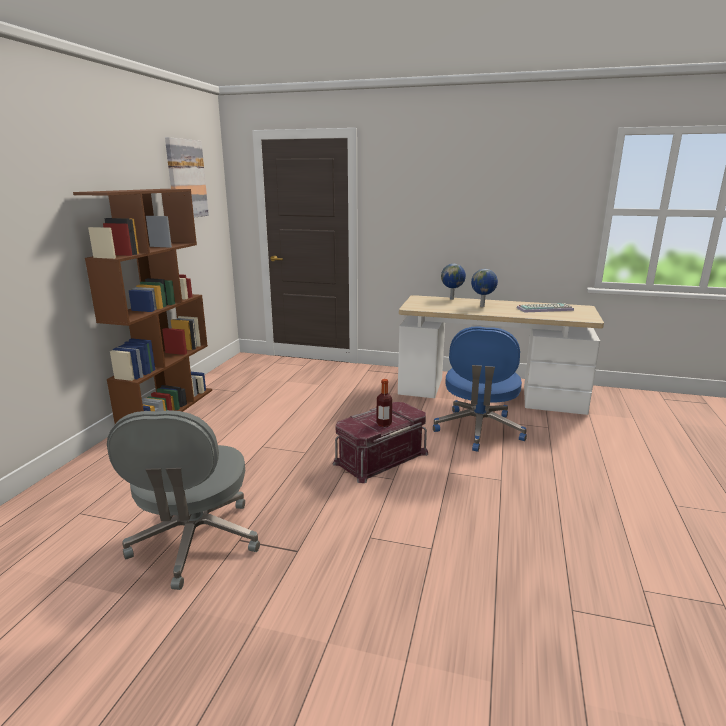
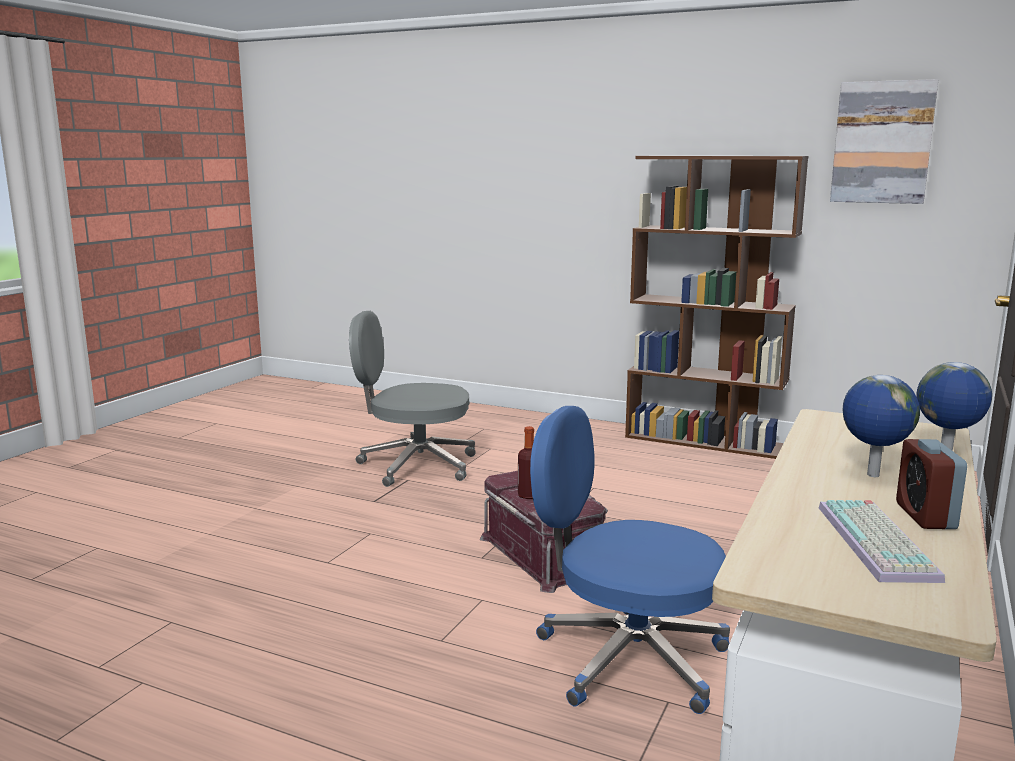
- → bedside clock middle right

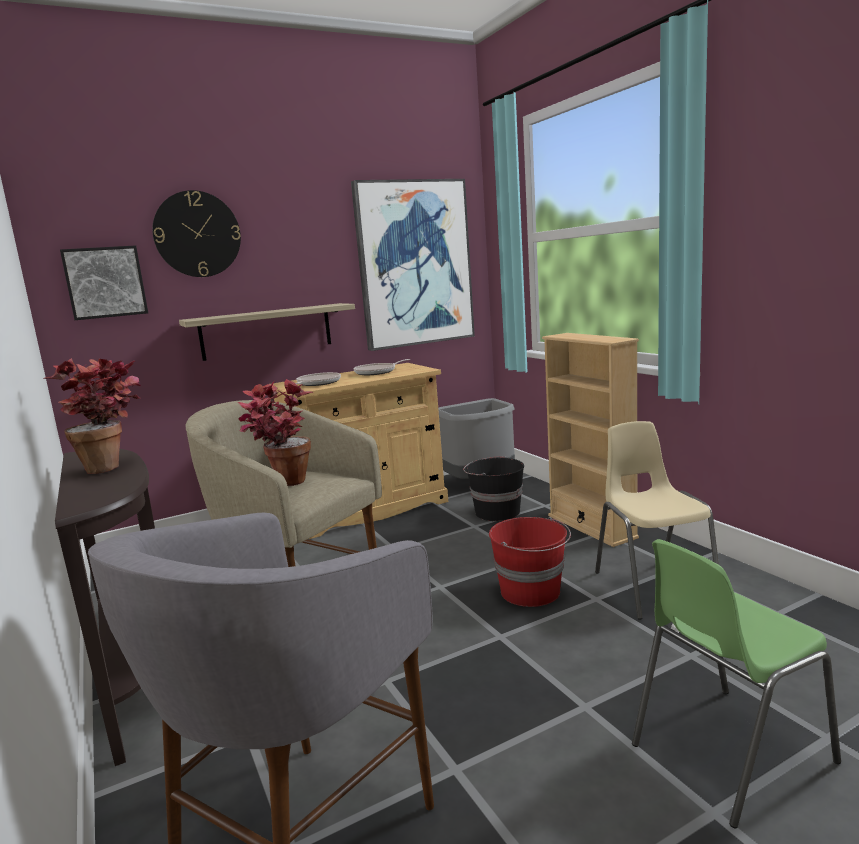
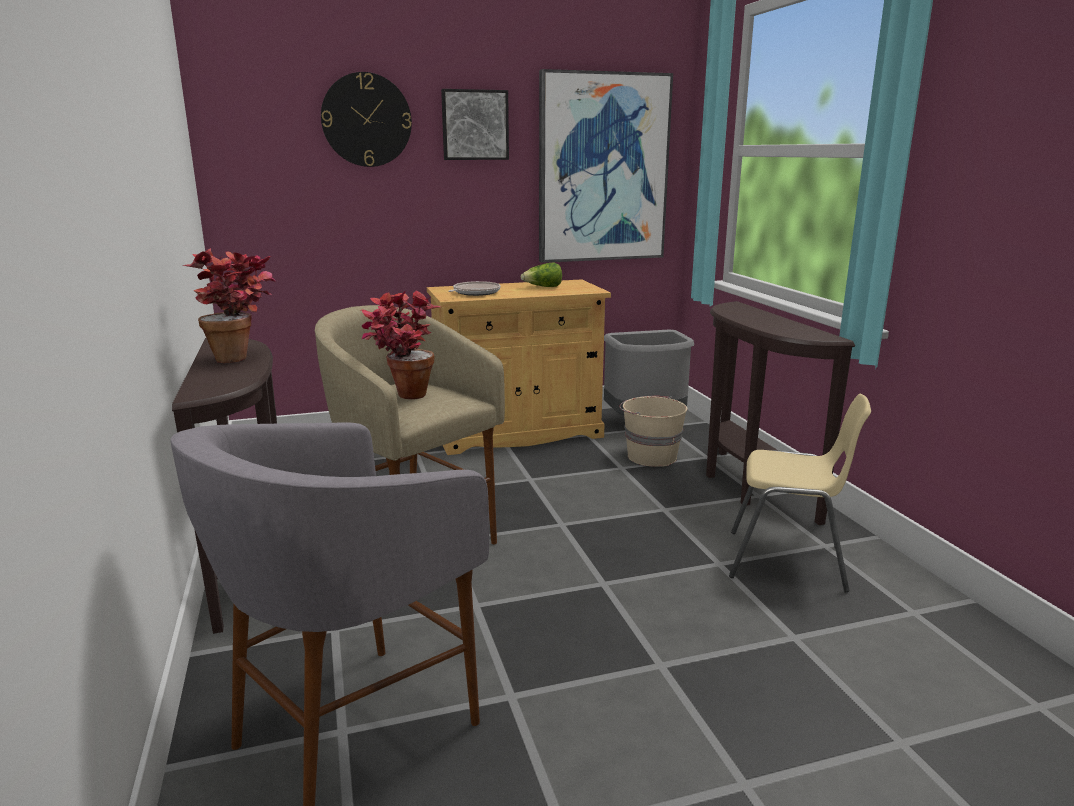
picture (no. 1 from left) middle left → picture (no. 1 from left) top centre, relocated
wall shelf middle left → -
frying pan (no. 2 from left) centre → head of lettuce centre
bucket in black centre → bucket in sand-coloured centre
bucket in red-coloured centre → -
shelving unit in sand-coloured middle right → console table in brownish (no. 2 from left) middle right
plain chair in sand-coloured middle right, 105 degrees clockwise
plain chair in greenish bottom right → -

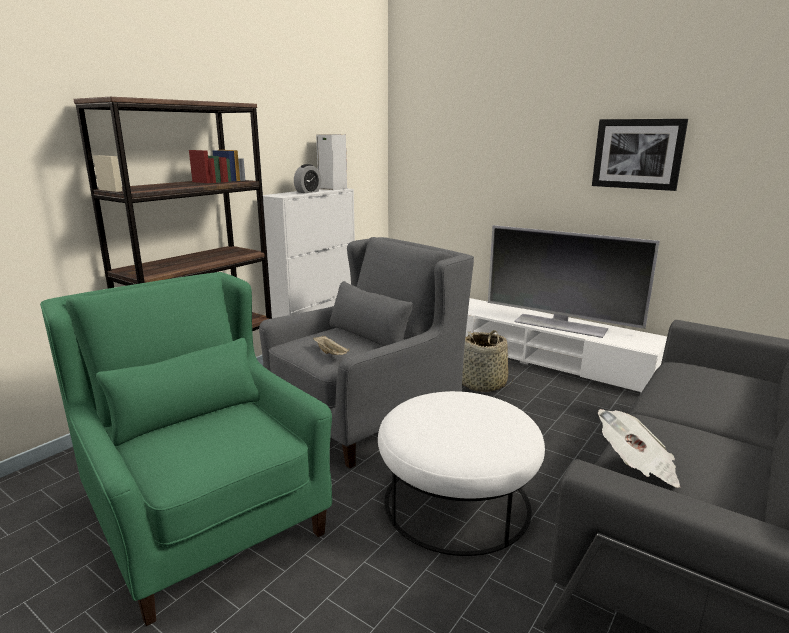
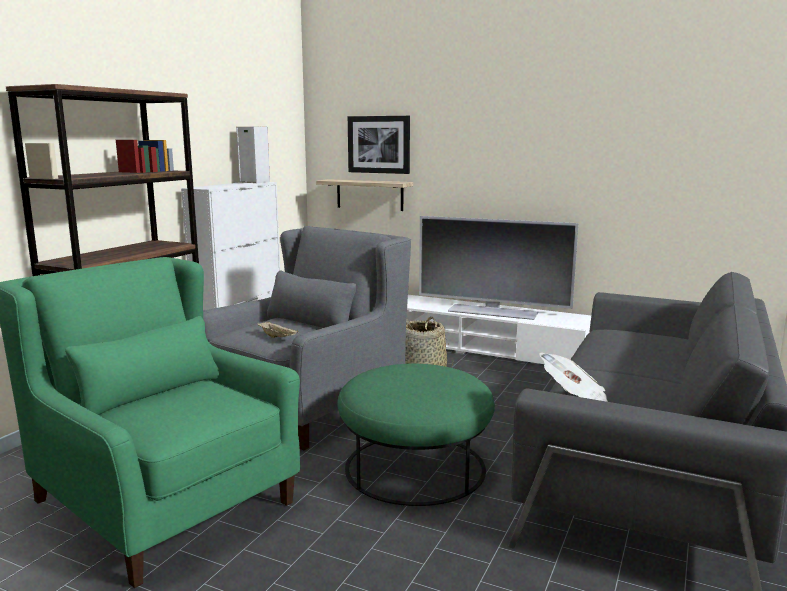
bedside clock top centre → -
ottoman in white-coloured bottom centre → ottoman in greenish bottom centre
picture top right → picture top centre, relocated
- → wall shelf top centre

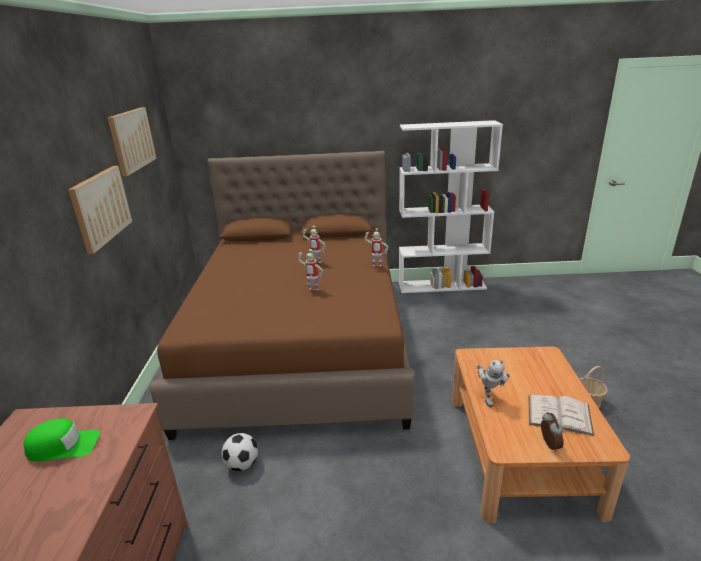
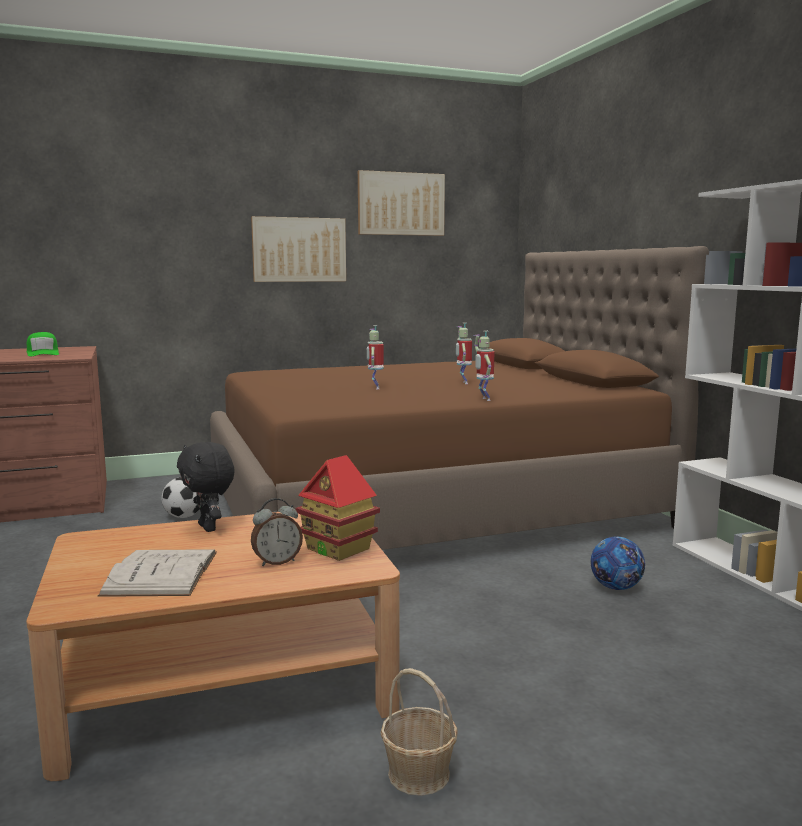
robot figure (no. 4 from left) bottom right → cuddly toy in black middle left
bedside clock bottom right → bedside clock centre, relocated
- → toy house centre
- → football ball (no. 2 from left) bottom right

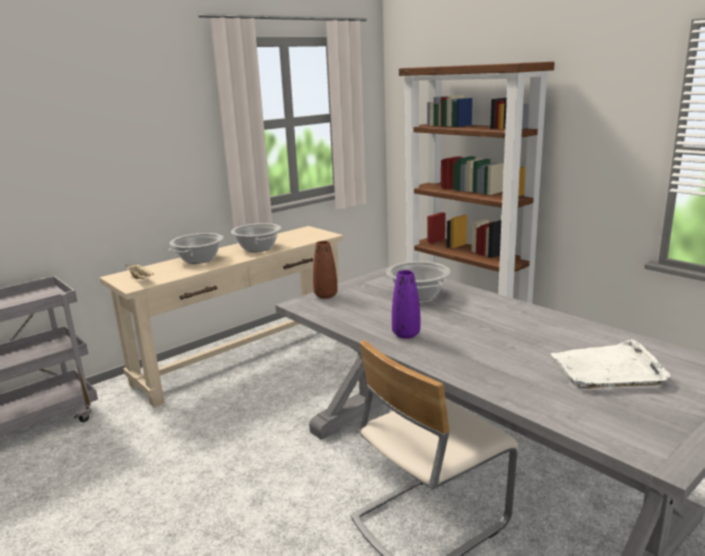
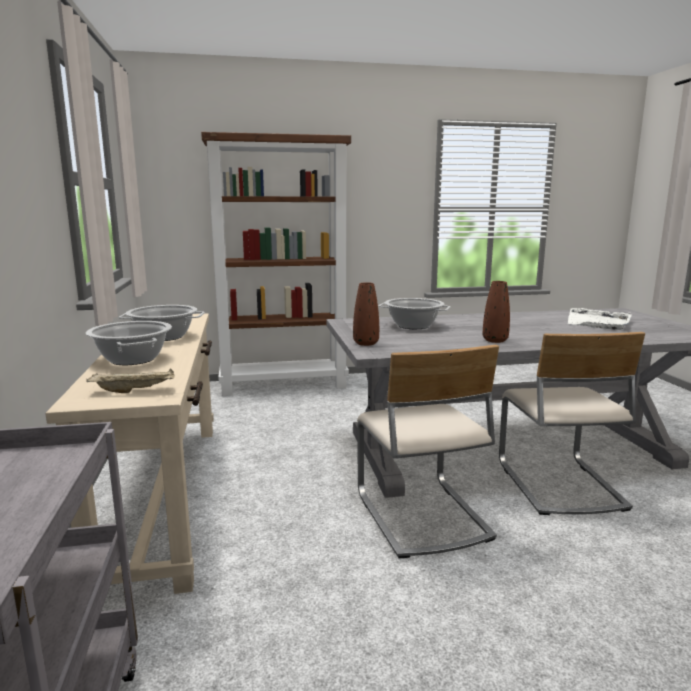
vase in purple centre → vase in brownish (no. 2 from left) middle right
- → plain chair in sand-coloured (no. 1 from left) centre

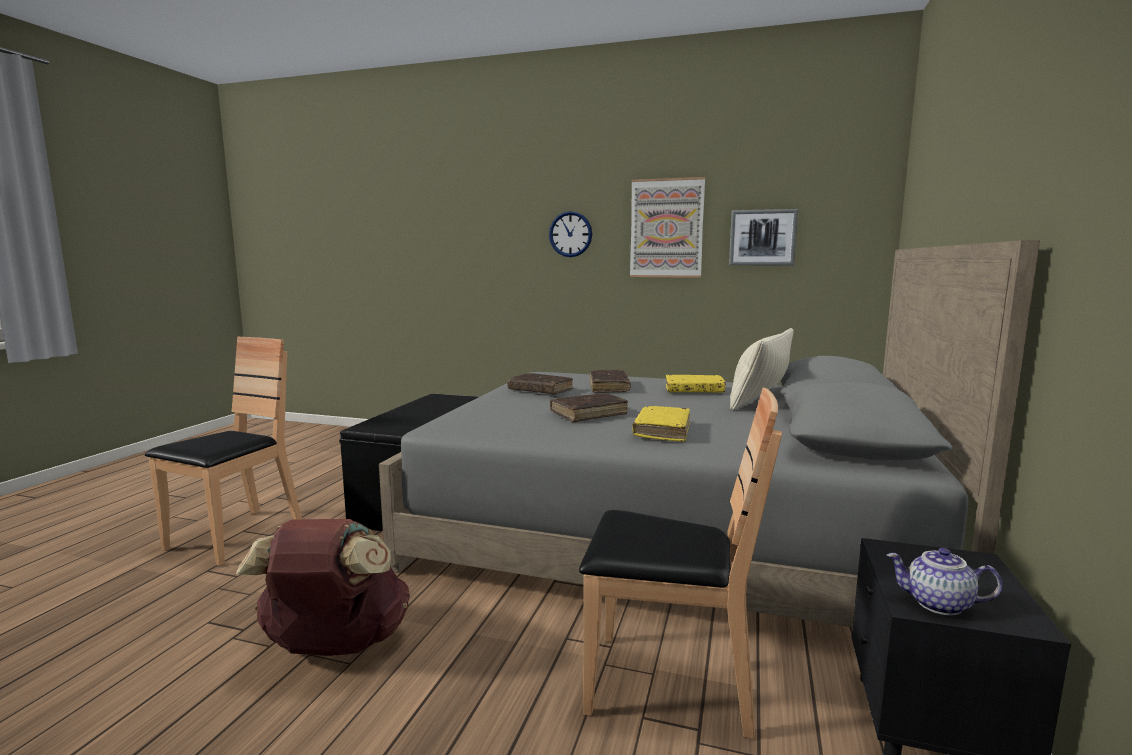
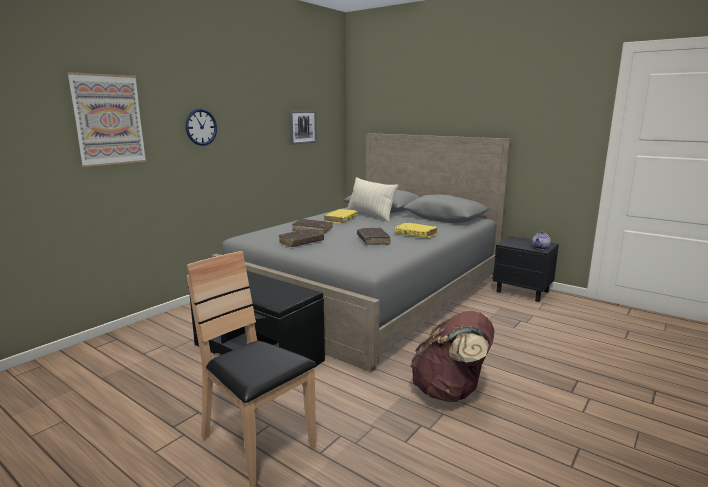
plain chair in brownish (no. 2 from left) bottom centre → -
picture (no. 1 from left) top centre → picture (no. 1 from left) top left, relocated

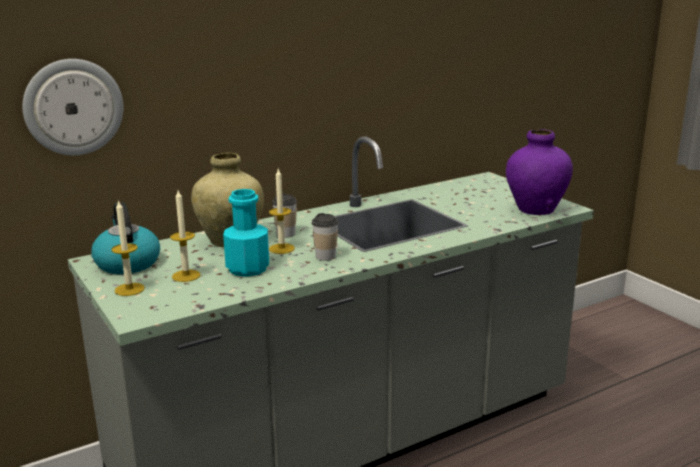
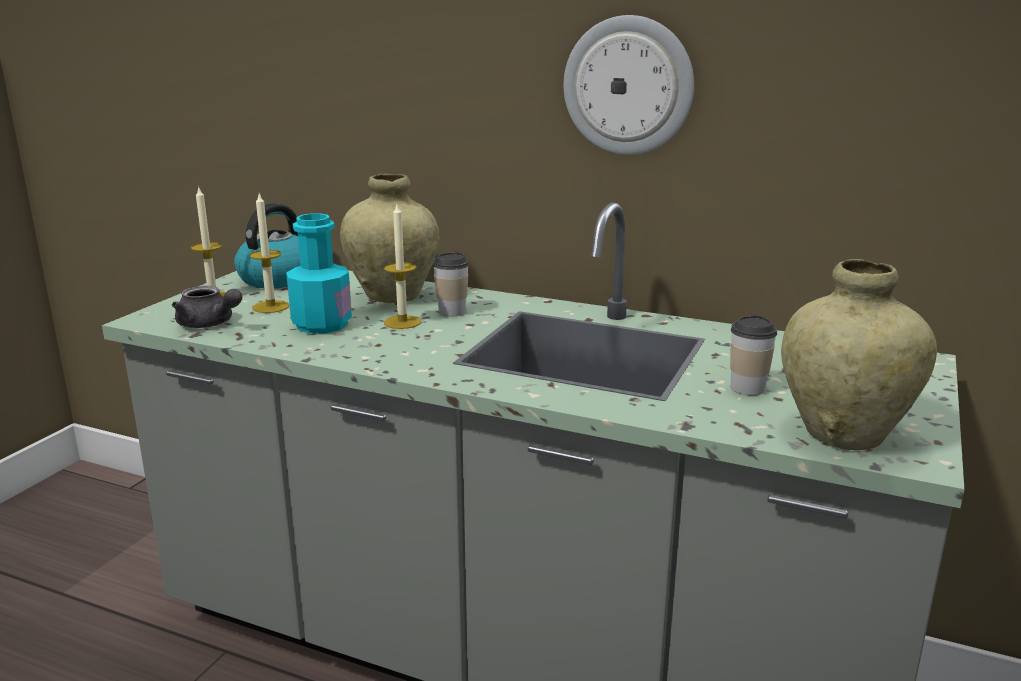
hanging clock top left → hanging clock top centre, relocated
cup (no. 2 from left) centre → cup (no. 2 from left) middle right, relocated
vase in purple middle right → vase in sand-coloured (no. 2 from left) middle right
- → teapot in grey middle left

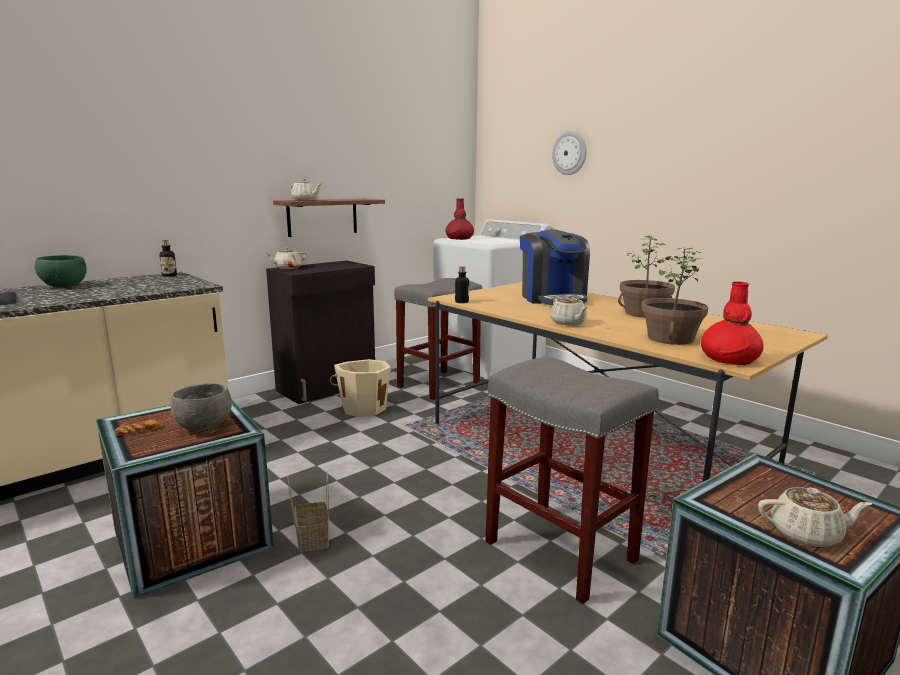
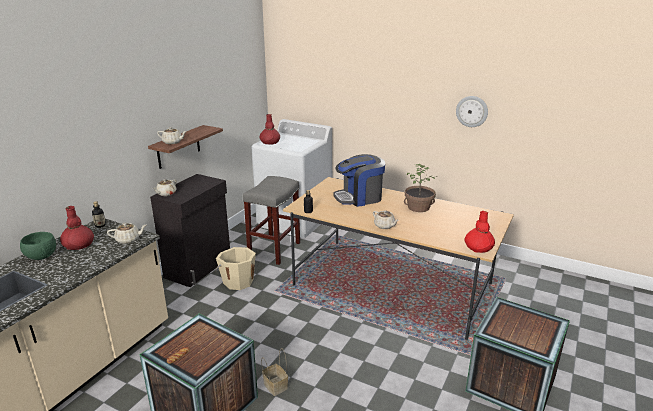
bowl in grey middle left → -
stool in grey (no. 2 from left) bottom centre → -
coffee brewer centre, 105 degrees clockwise
hanging clock top centre → hanging clock top right, relocated
plant in a pot (no. 2 from left) middle right → -
teapot in sand-coloured (no. 4 from left in the first image) bottom right → teapot in sand-coloured (no. 1 from left) middle left, relocated
- → vase in red-coloured (no. 1 from left) middle left

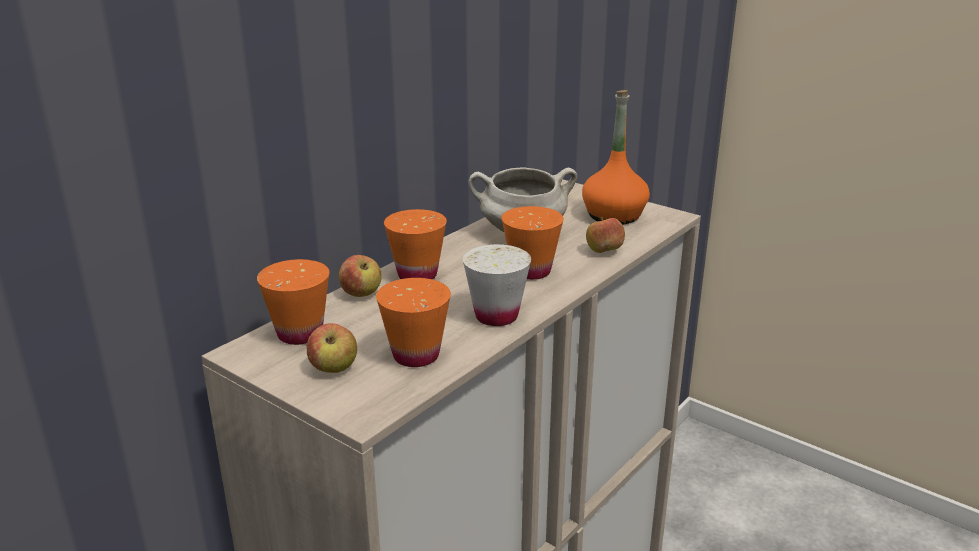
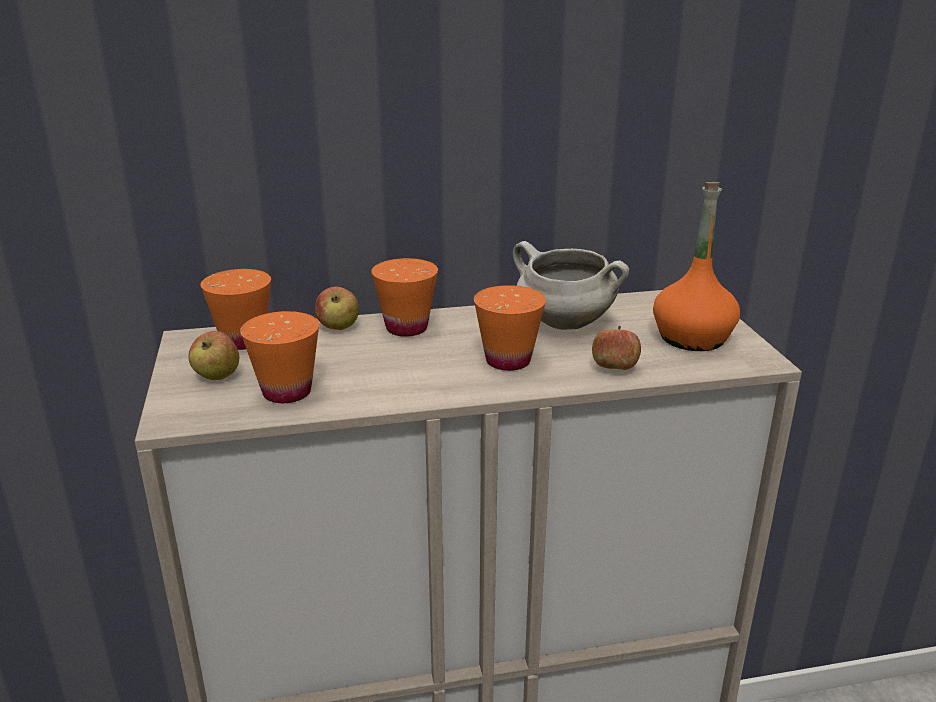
cup in white-coloured centre → -

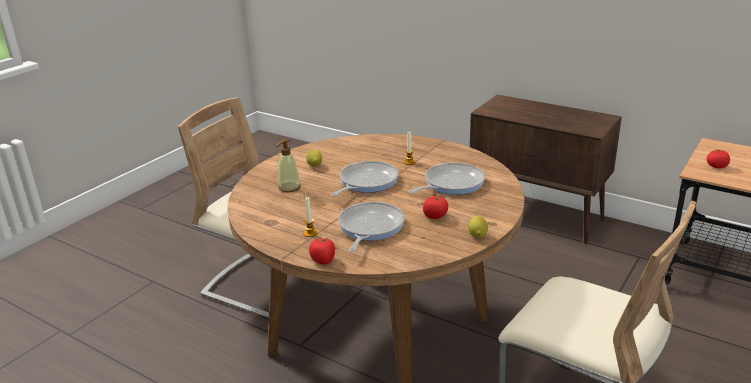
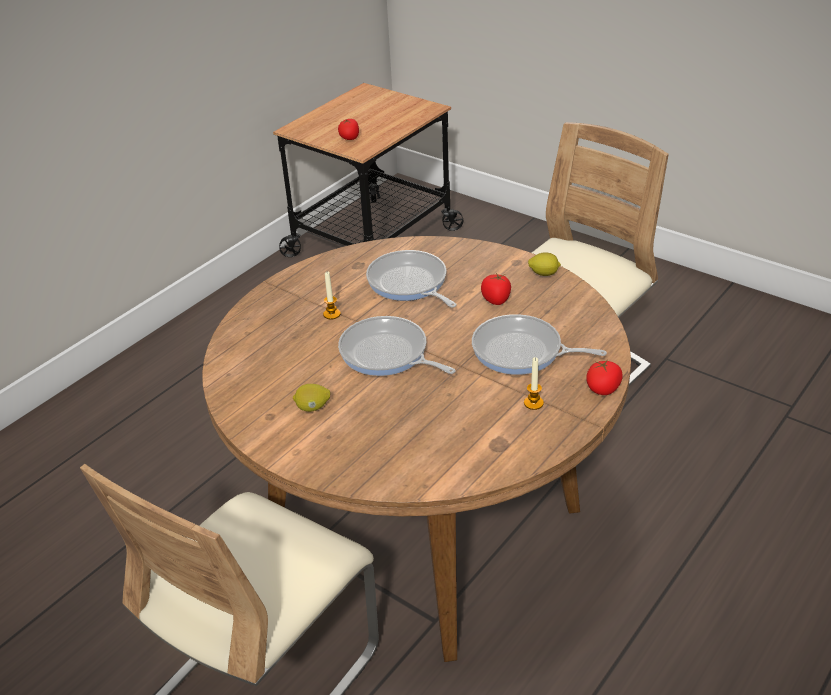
soap bottle centre → -
cabinet in brownish middle right → -

